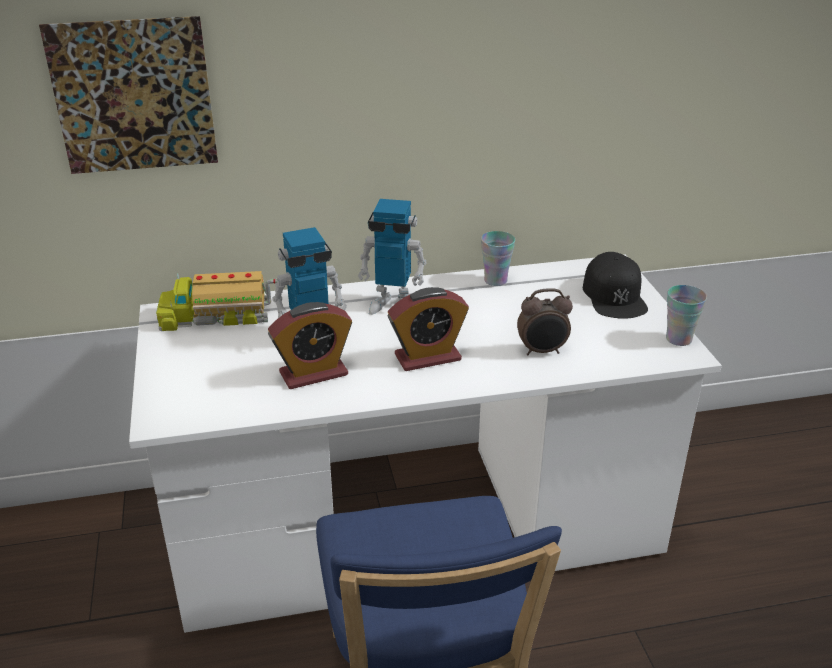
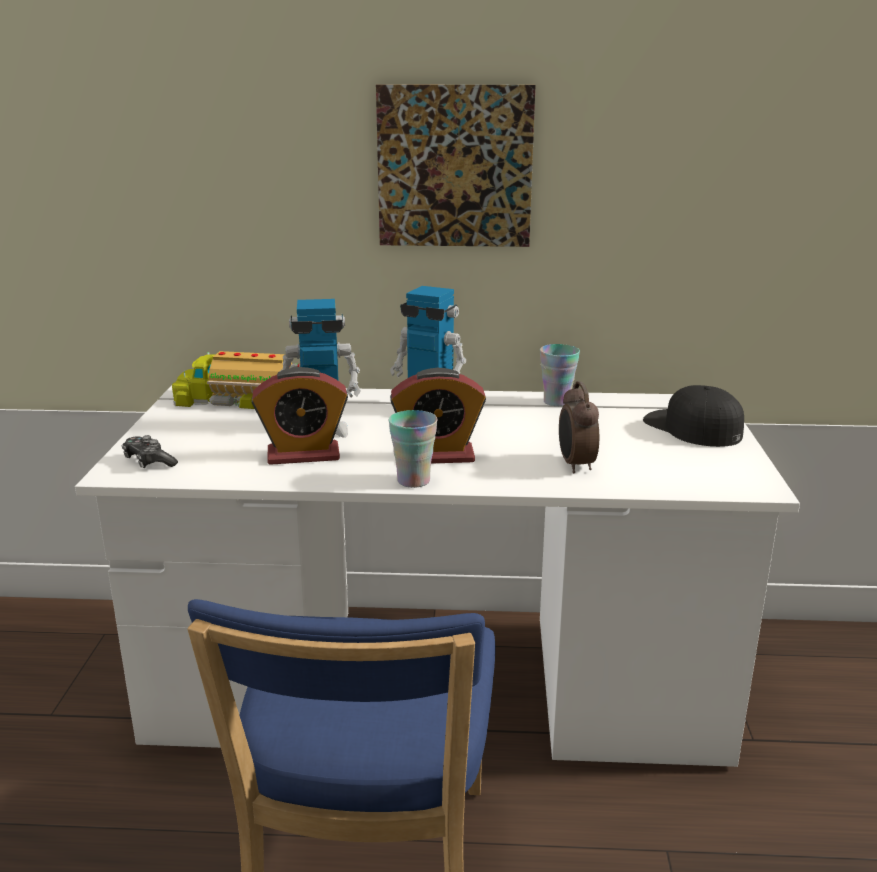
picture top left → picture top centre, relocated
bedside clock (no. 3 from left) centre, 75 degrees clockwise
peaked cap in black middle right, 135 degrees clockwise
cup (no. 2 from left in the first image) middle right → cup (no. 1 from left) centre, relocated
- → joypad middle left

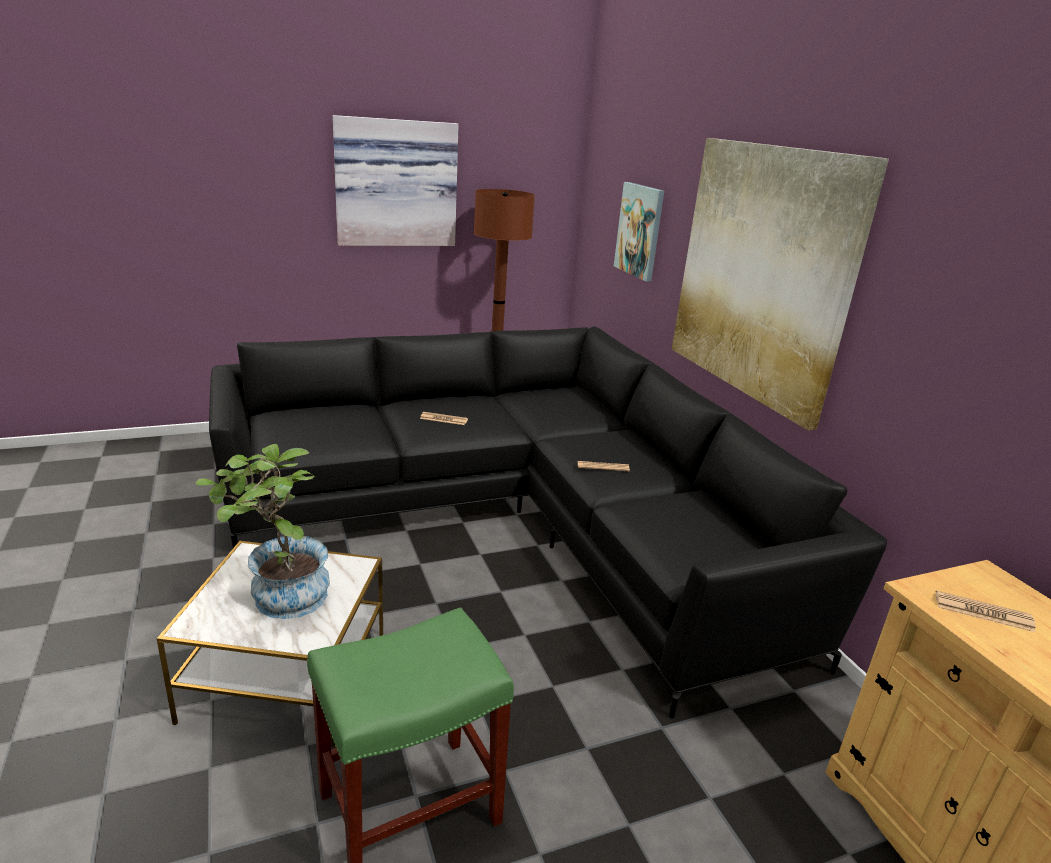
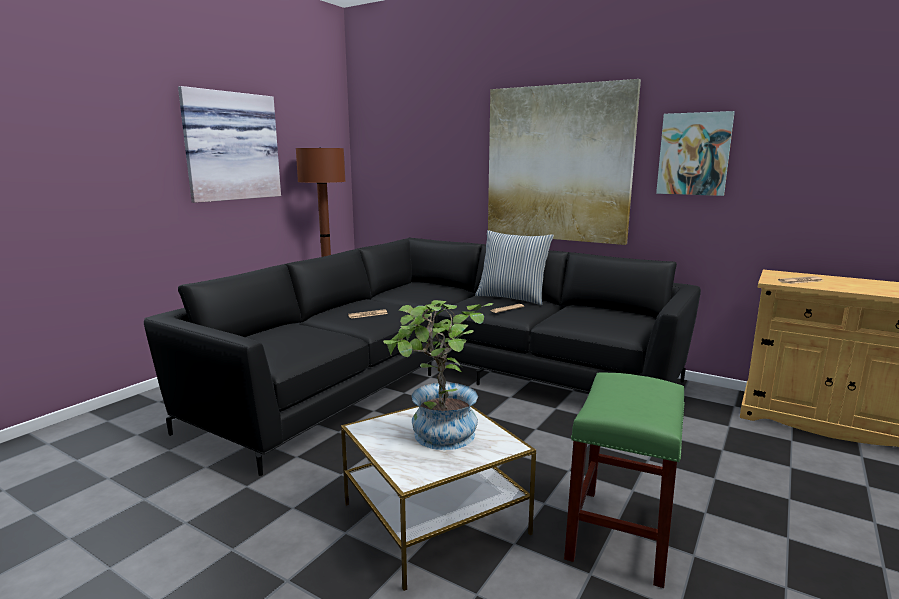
picture (no. 2 from left in the first image) top centre → picture (no. 3 from left) top right, relocated
- → throw pillow centre

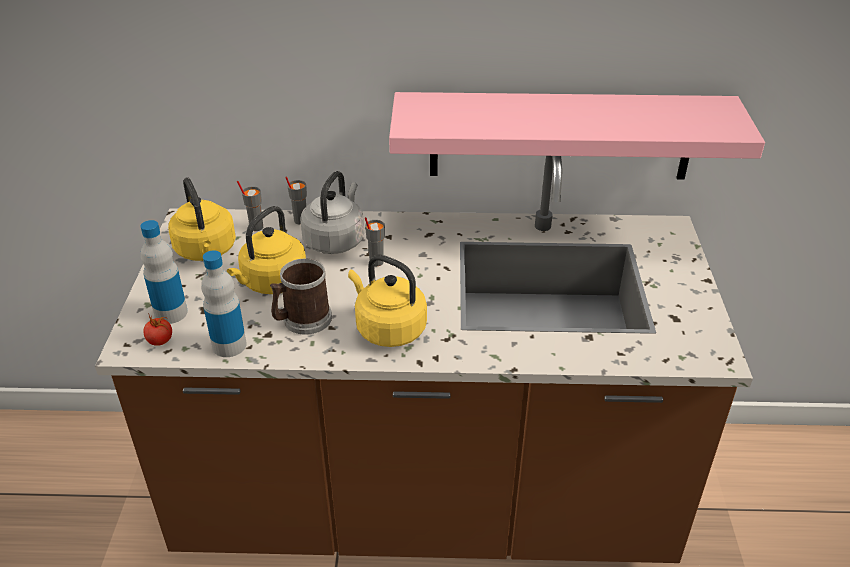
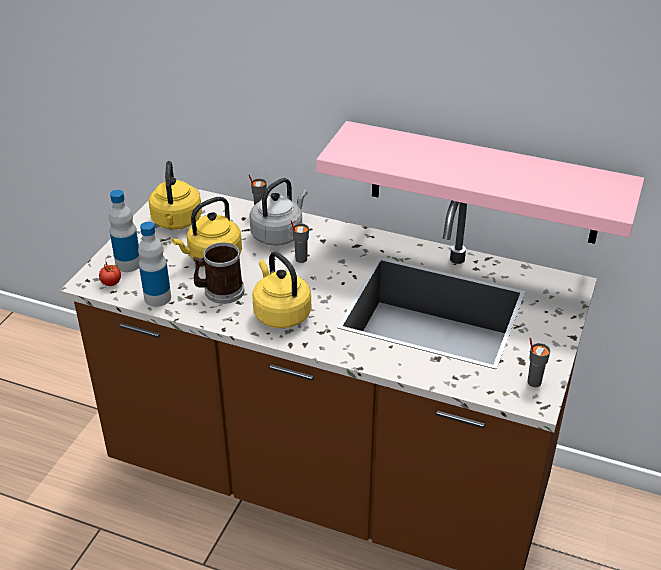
cup in grey (no. 1 from left in the first image) middle left → cup in grey (no. 3 from left) middle right, relocated

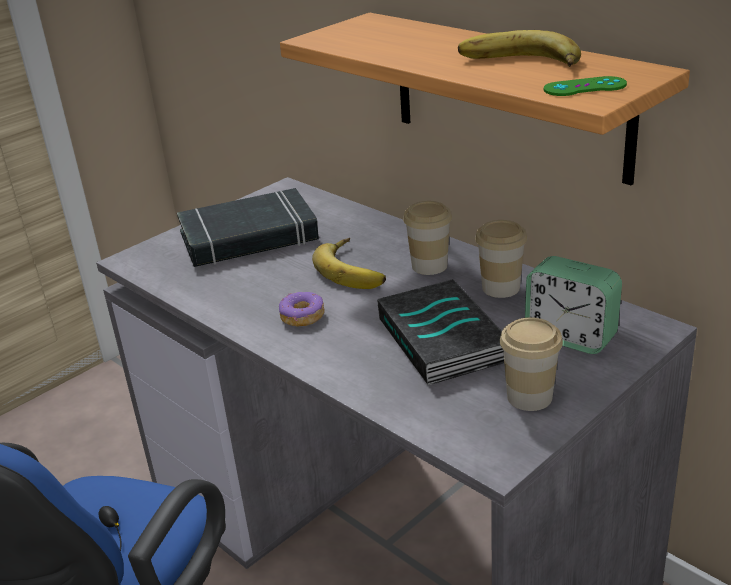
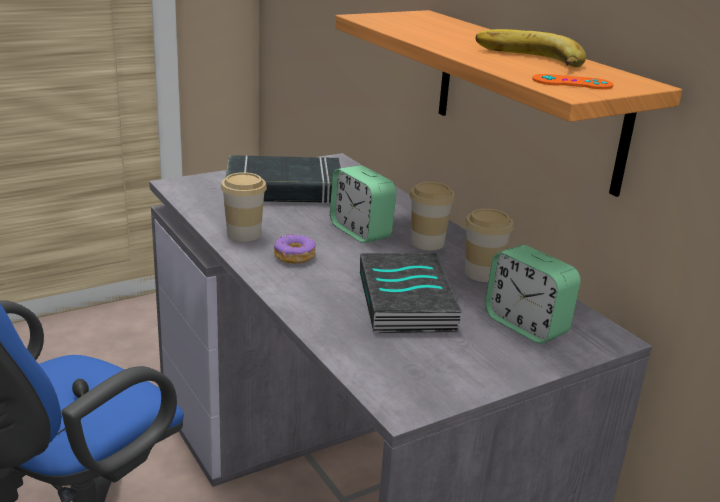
whole banana (no. 1 from left) centre → bedside clock (no. 1 from left) centre
cup (no. 3 from left in the first image) middle right → cup (no. 1 from left) centre, relocated
joypad in greenish top right → joypad in orangey top right

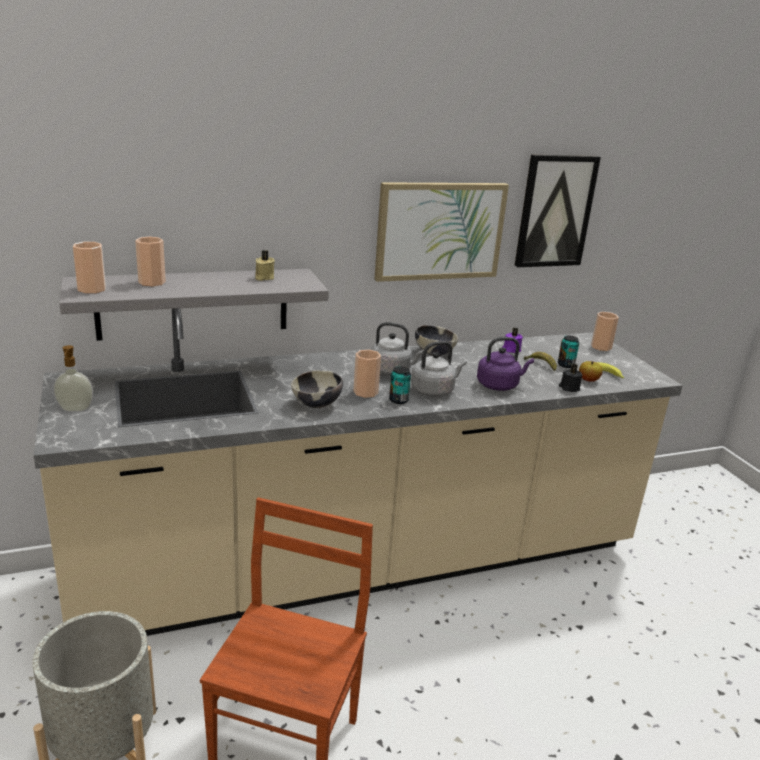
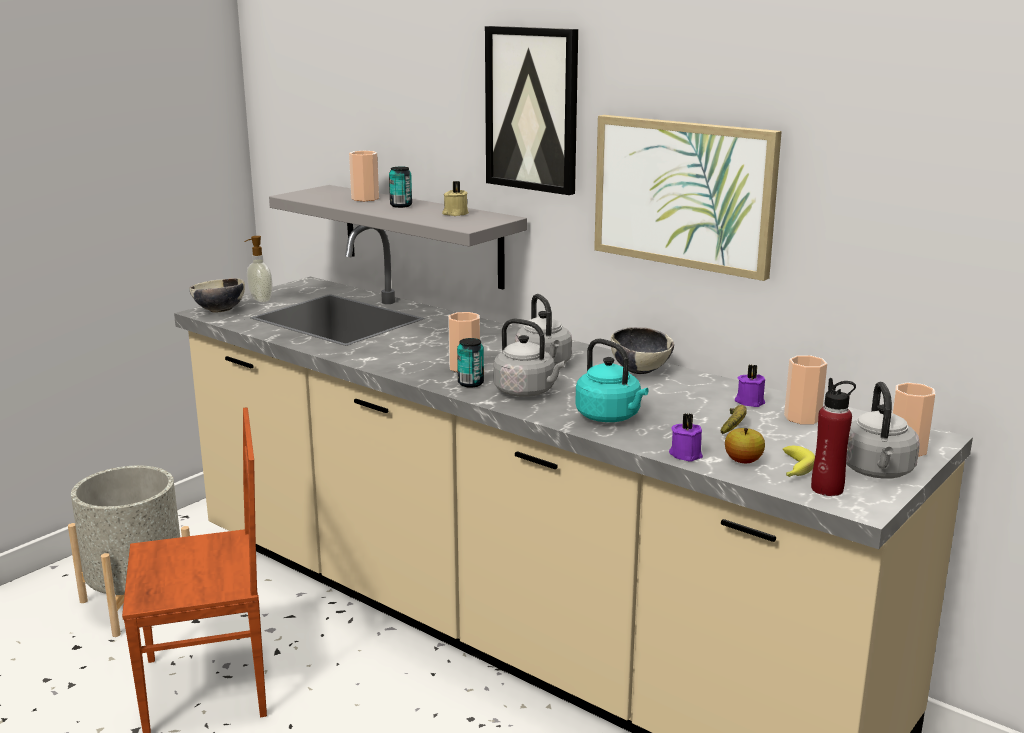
cup (no. 1 from left in the first image) middle left → cup (no. 3 from left) middle right, relocated
bowl (no. 1 from left) centre → bowl (no. 1 from left) middle left, relocated
kettle in purple centre → kettle in turquoise centre
picture (no. 2 from left in the first image) top right → picture (no. 1 from left) top centre, relocated
can (no. 2 from left in the first image) middle right → can (no. 1 from left) top centre, relocated
wax candle in black middle right → wax candle in purple (no. 1 from left) middle right
- → bottle in red-coloured middle right
- → kettle in grey (no. 3 from left) middle right

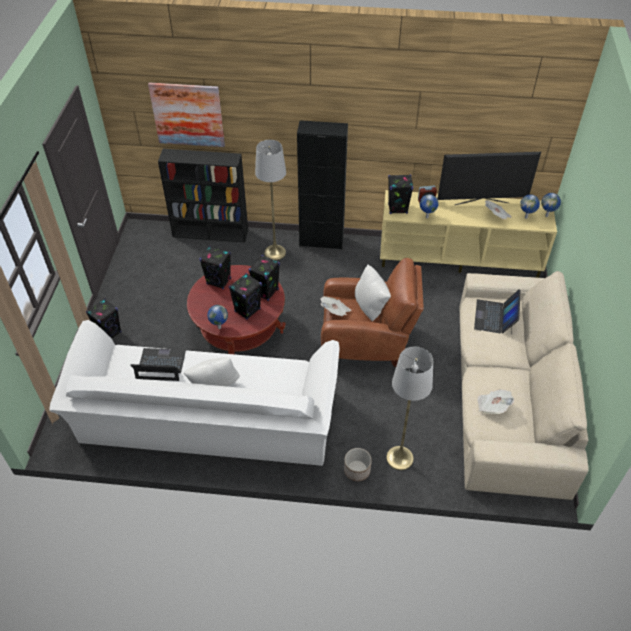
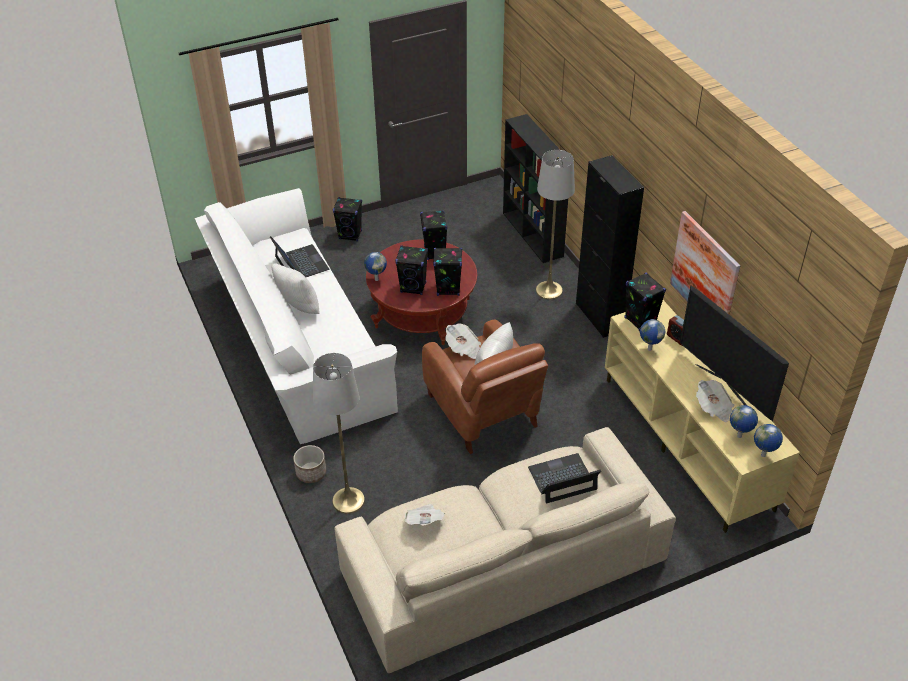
picture top left → picture middle right, relocated

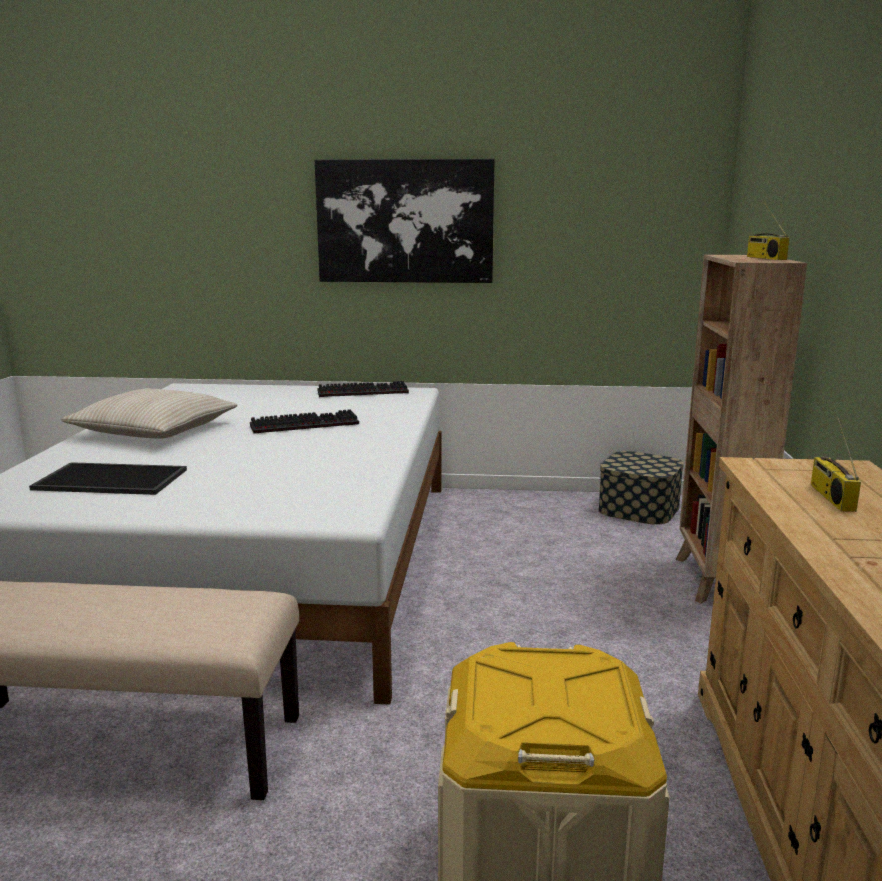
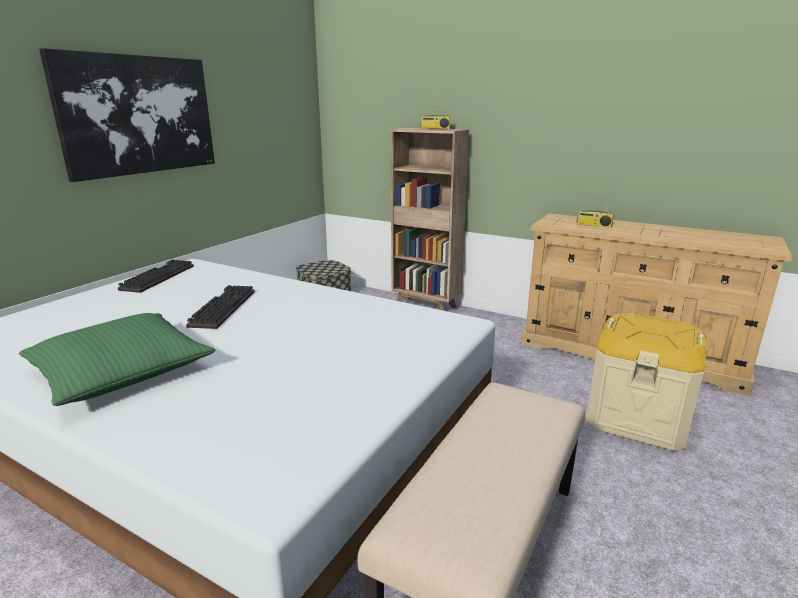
serving tray middle left → -
throw pillow in sand-coloured middle left → throw pillow in greenish middle left

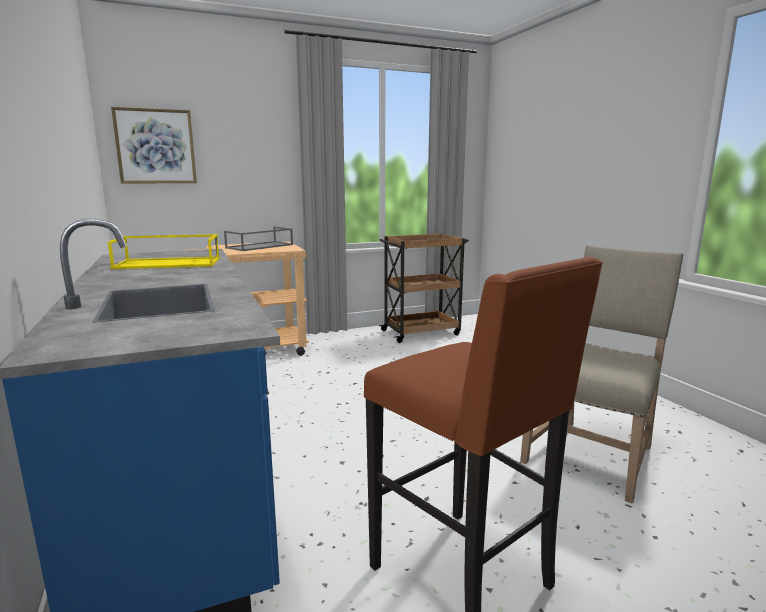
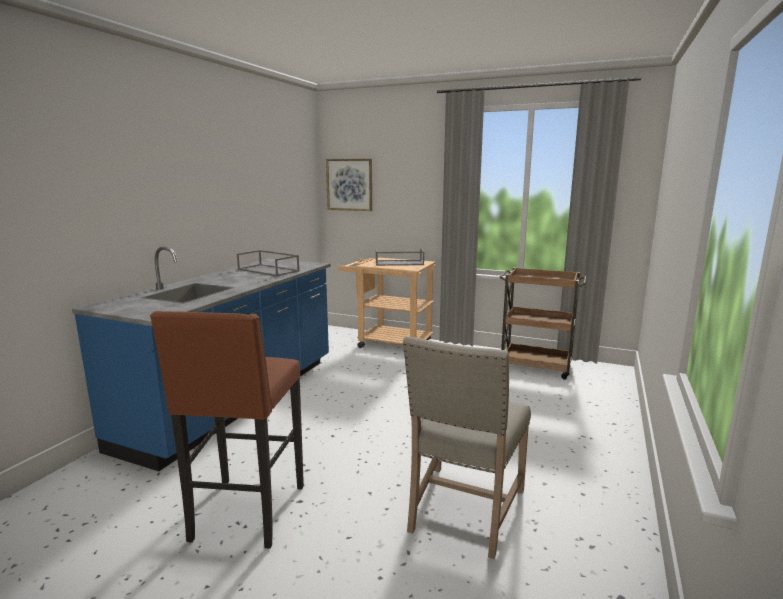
serving tray in yellow middle left → serving tray in grey (no. 1 from left) centre
plain chair in sand-coloured middle right → plain chair in sand-coloured bottom centre, 120 degrees clockwise

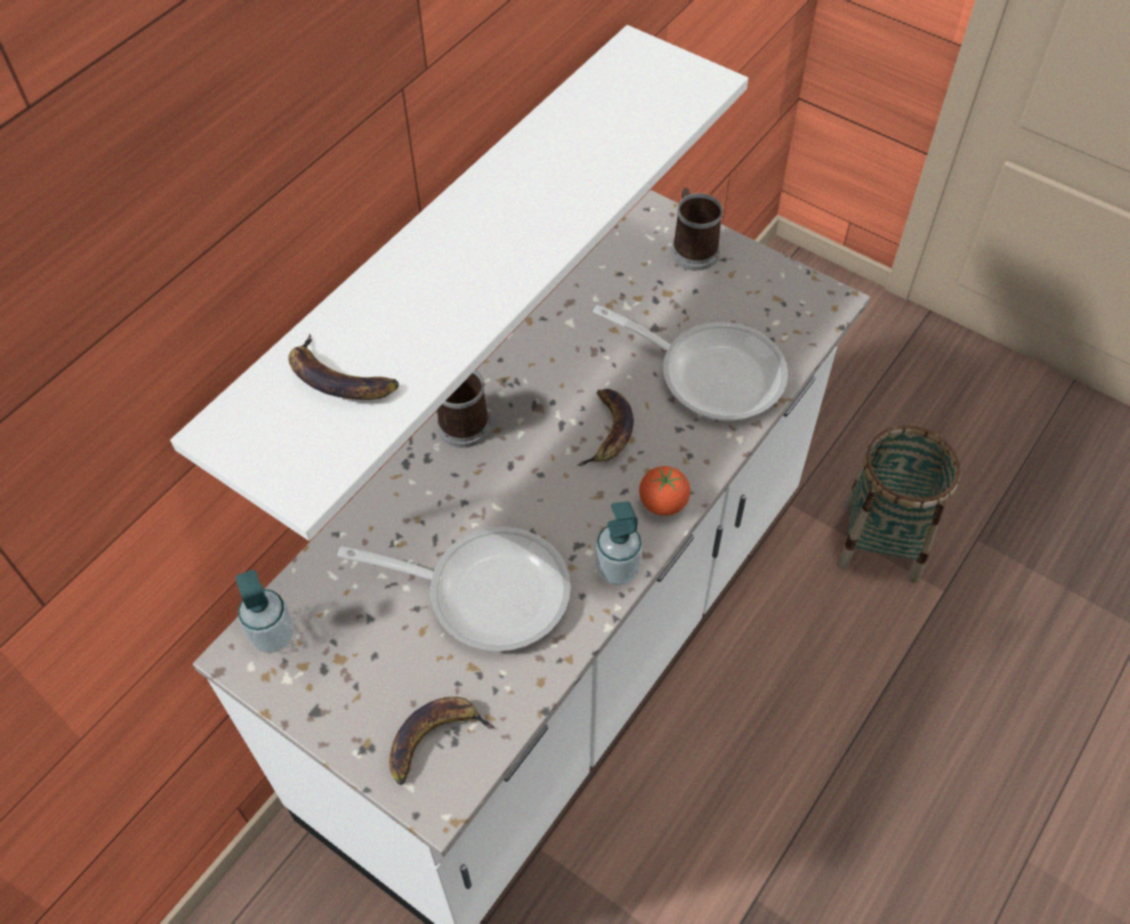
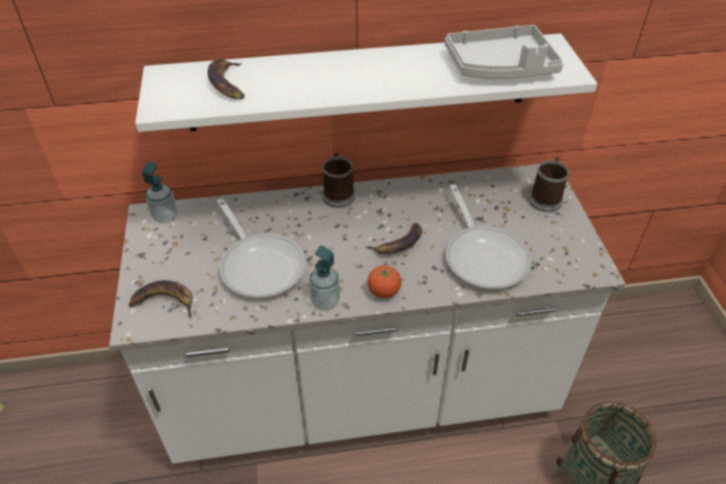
- → serving tray in grey top right

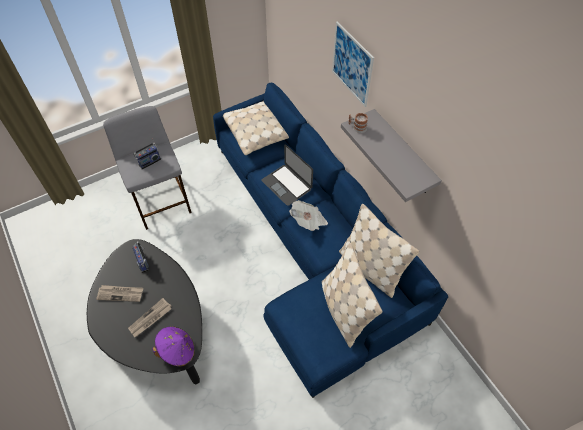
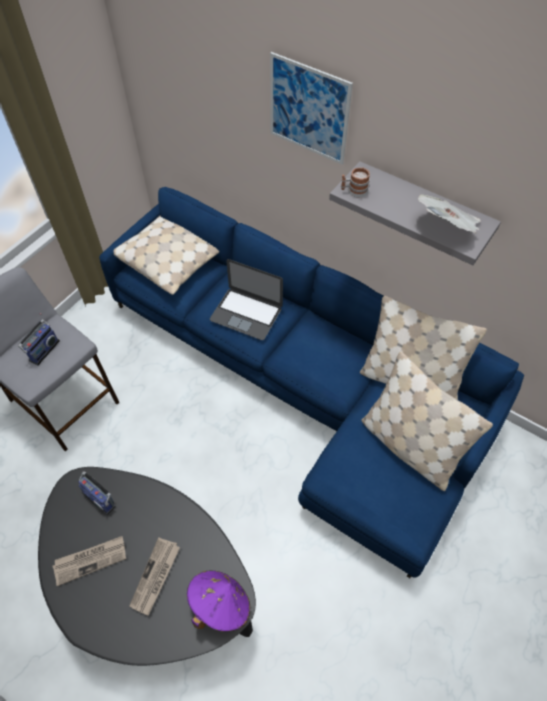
newspaper (no. 3 from left) centre → newspaper (no. 3 from left) top right, relocated

